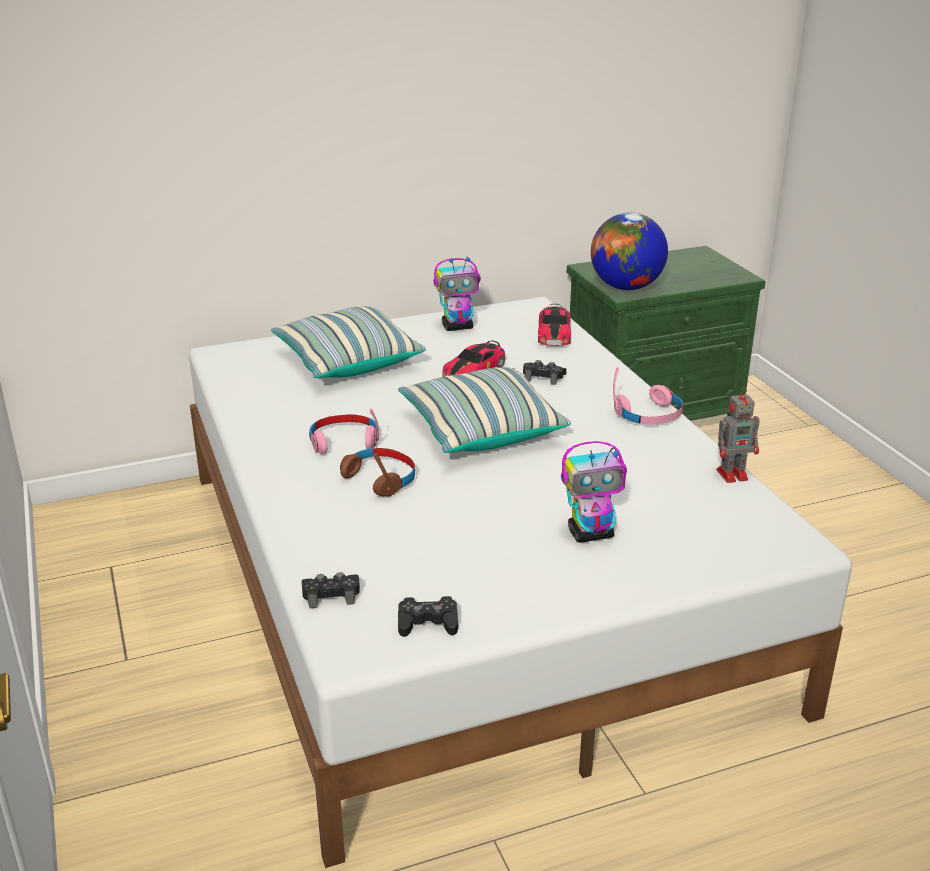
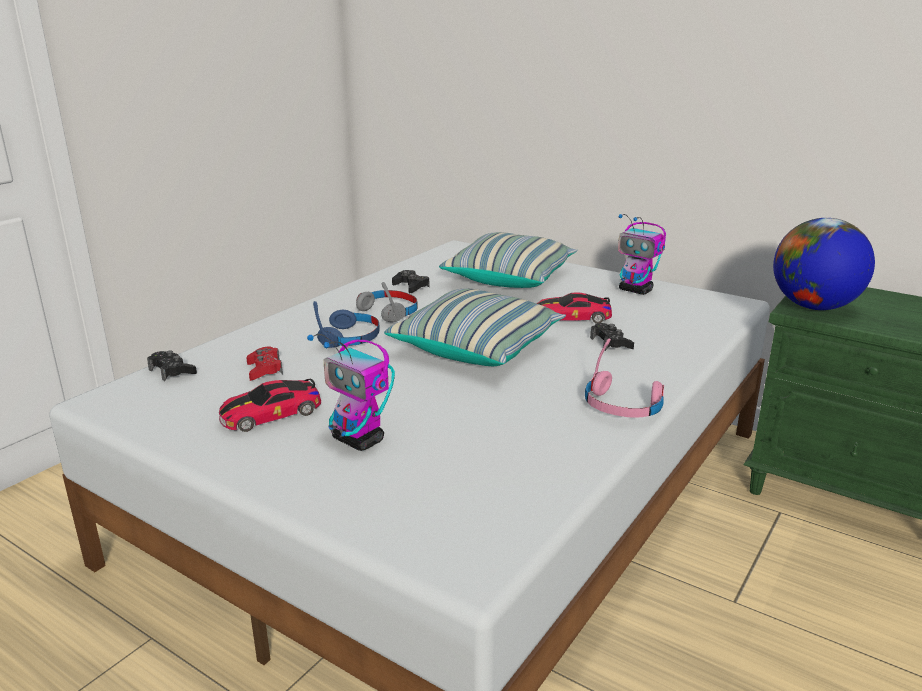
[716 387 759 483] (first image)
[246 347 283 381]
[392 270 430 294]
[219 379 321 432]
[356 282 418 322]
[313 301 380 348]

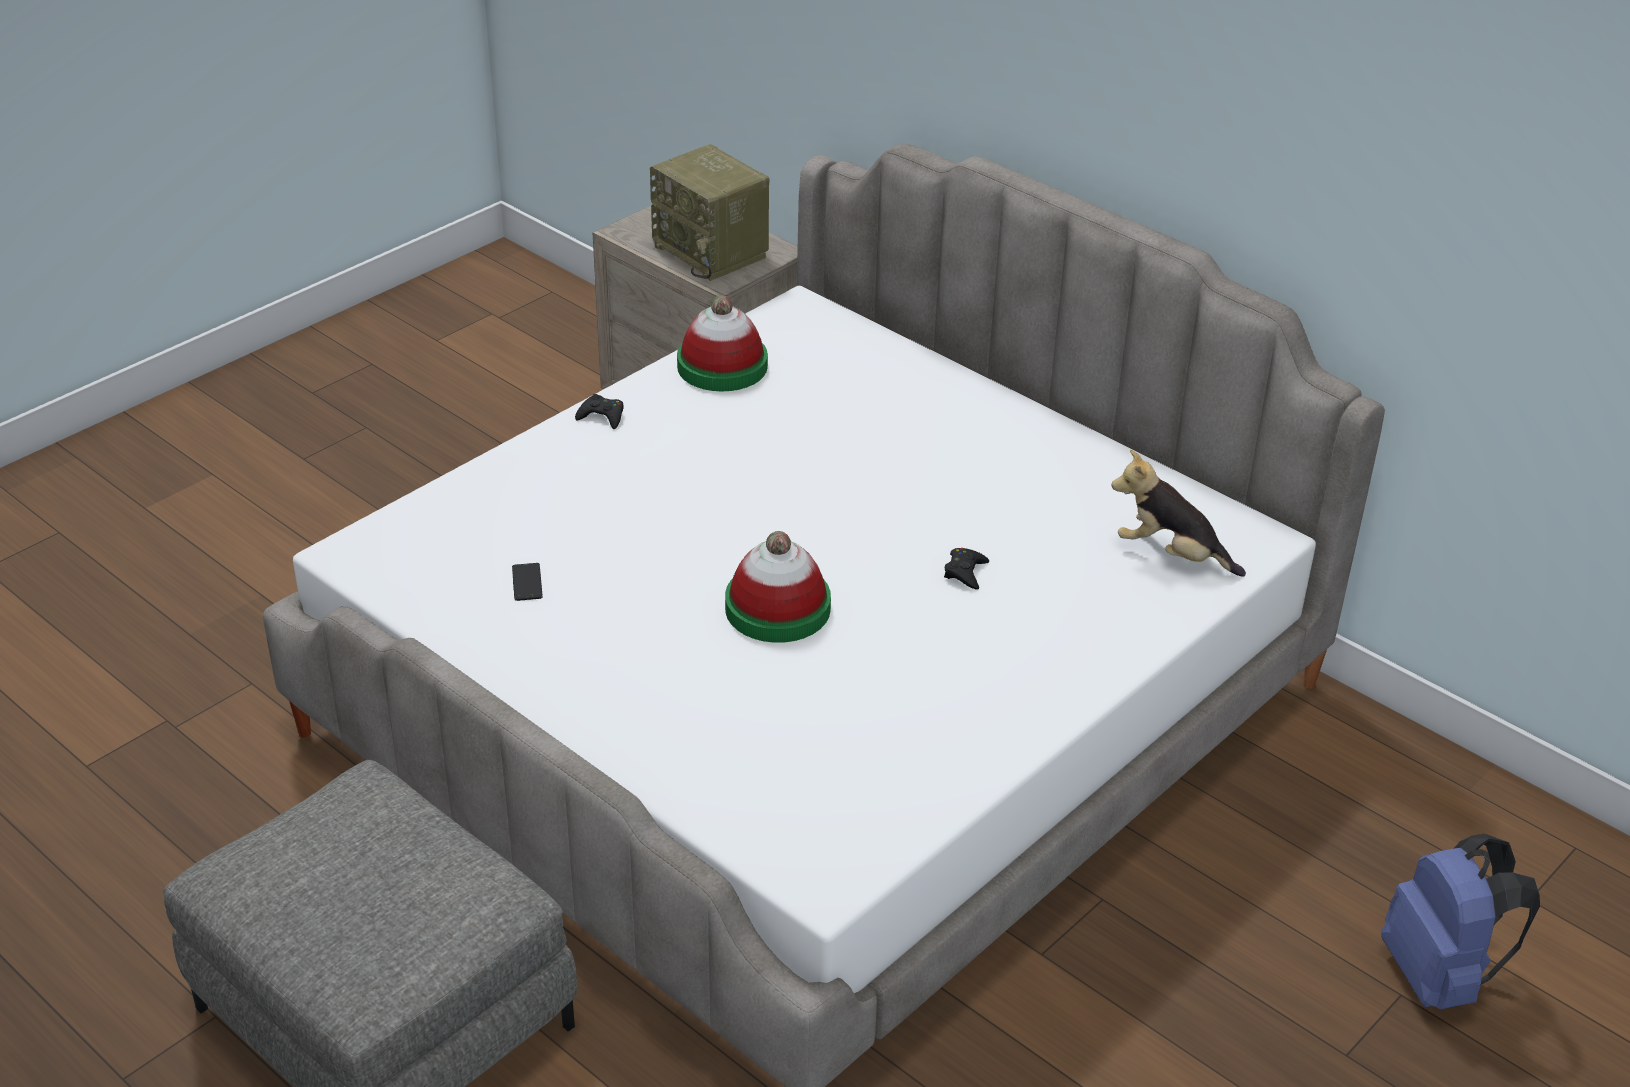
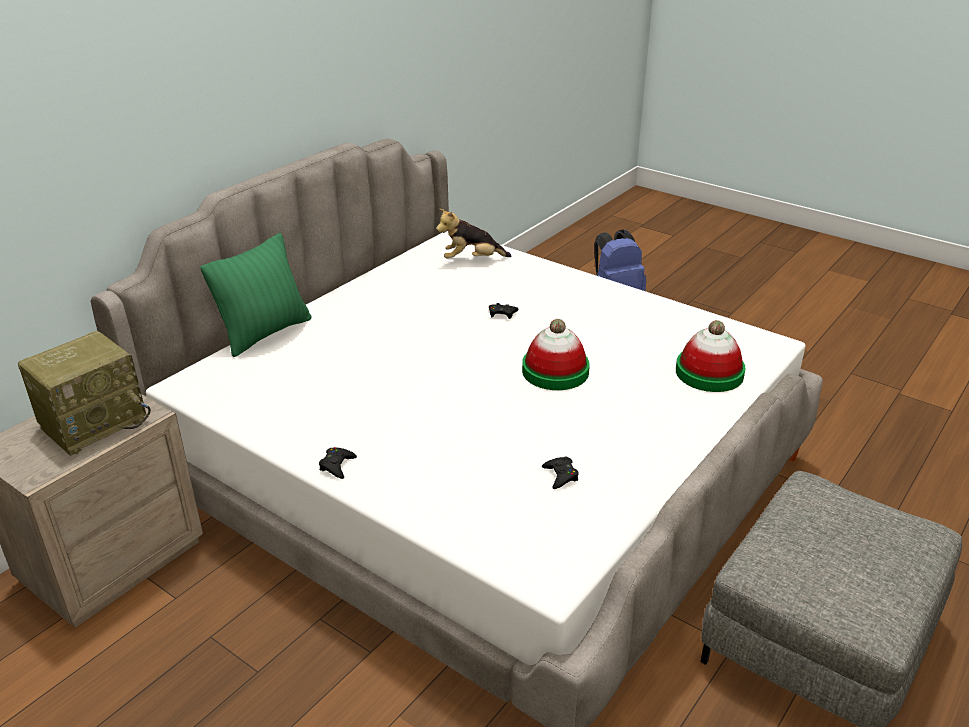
[200 233 311 357]
[676 320 745 392]
[542 457 579 489]
[436 208 512 259]

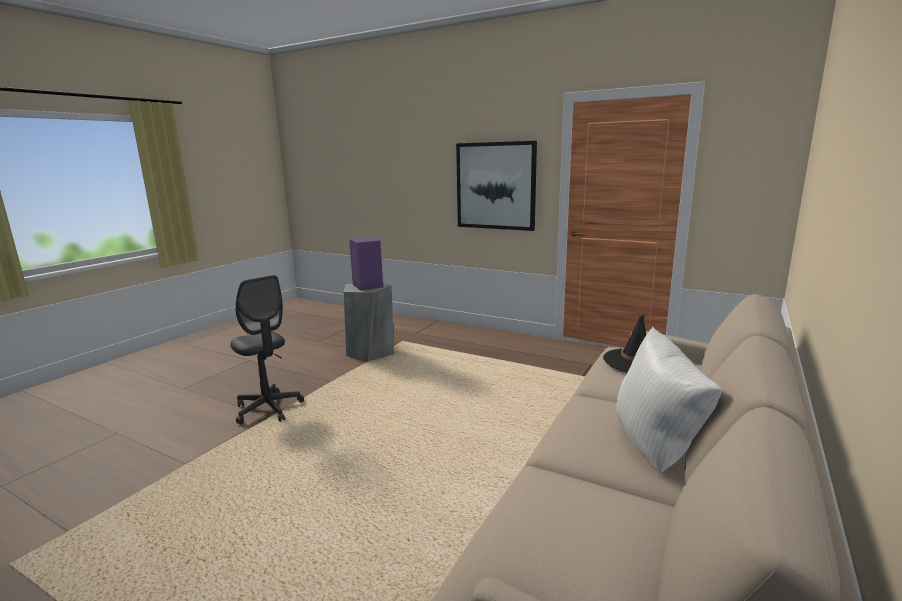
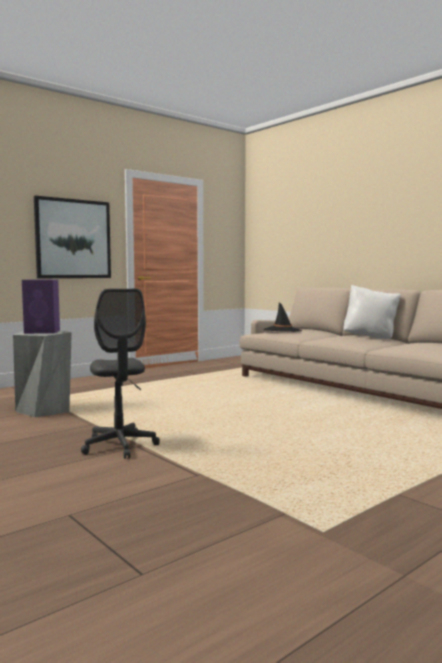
[81 289 160 459]

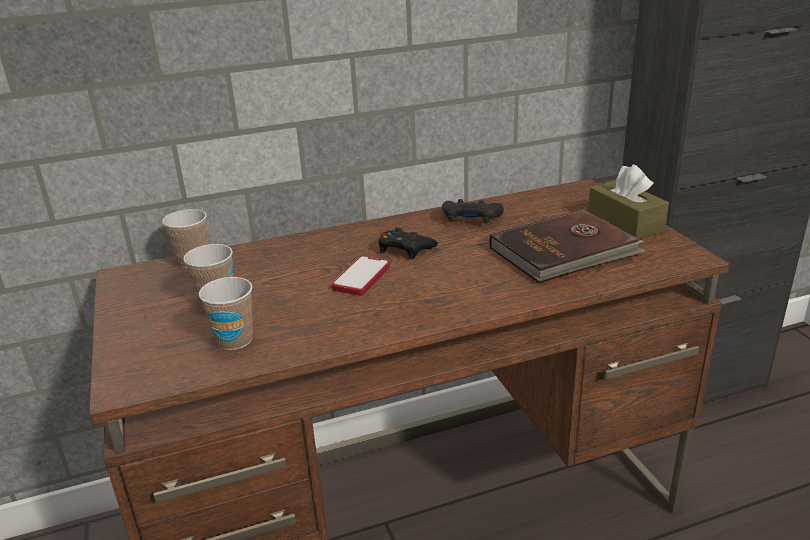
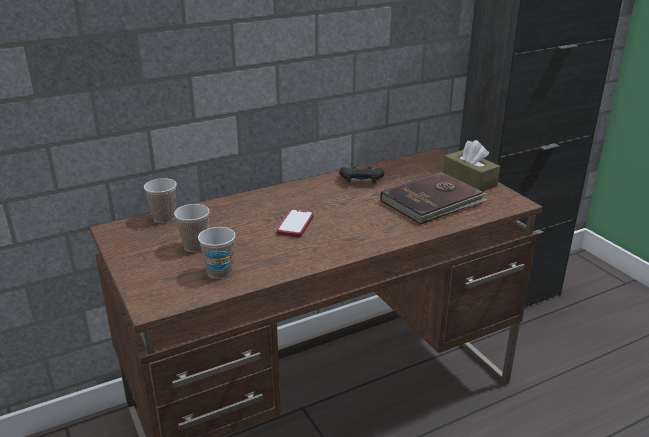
[379 228 438 259] (first image)

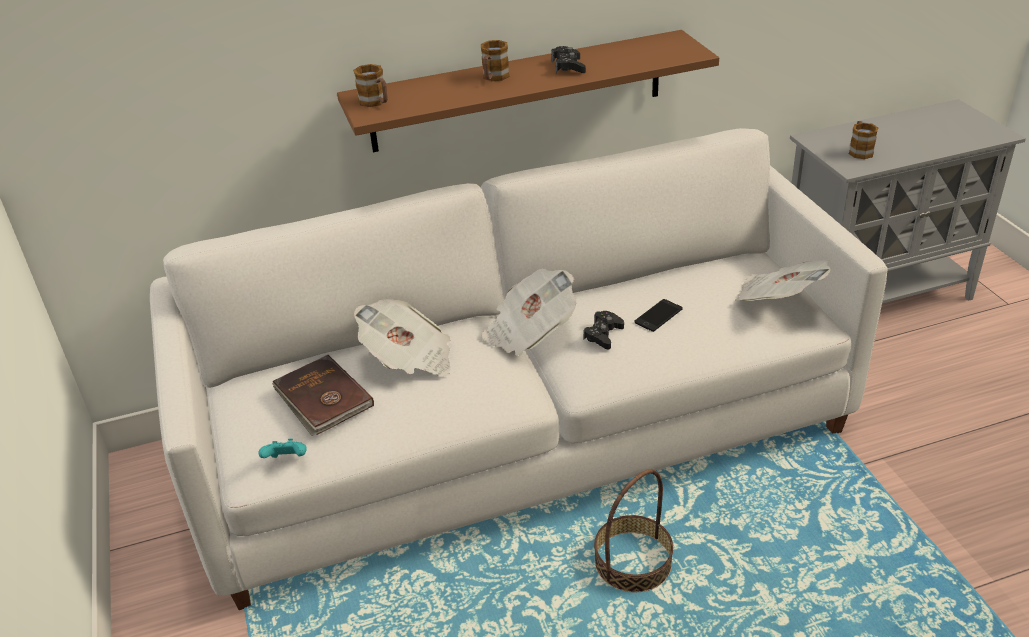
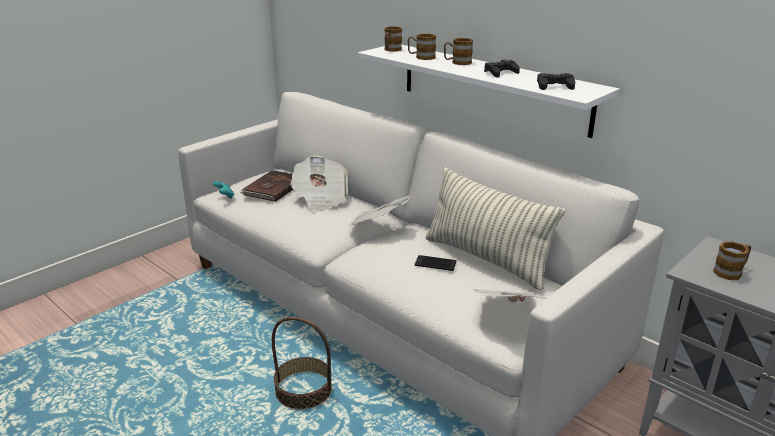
[408 34 436 60]
[425 168 565 290]
[537 73 575 90]
[358 45 620 138]

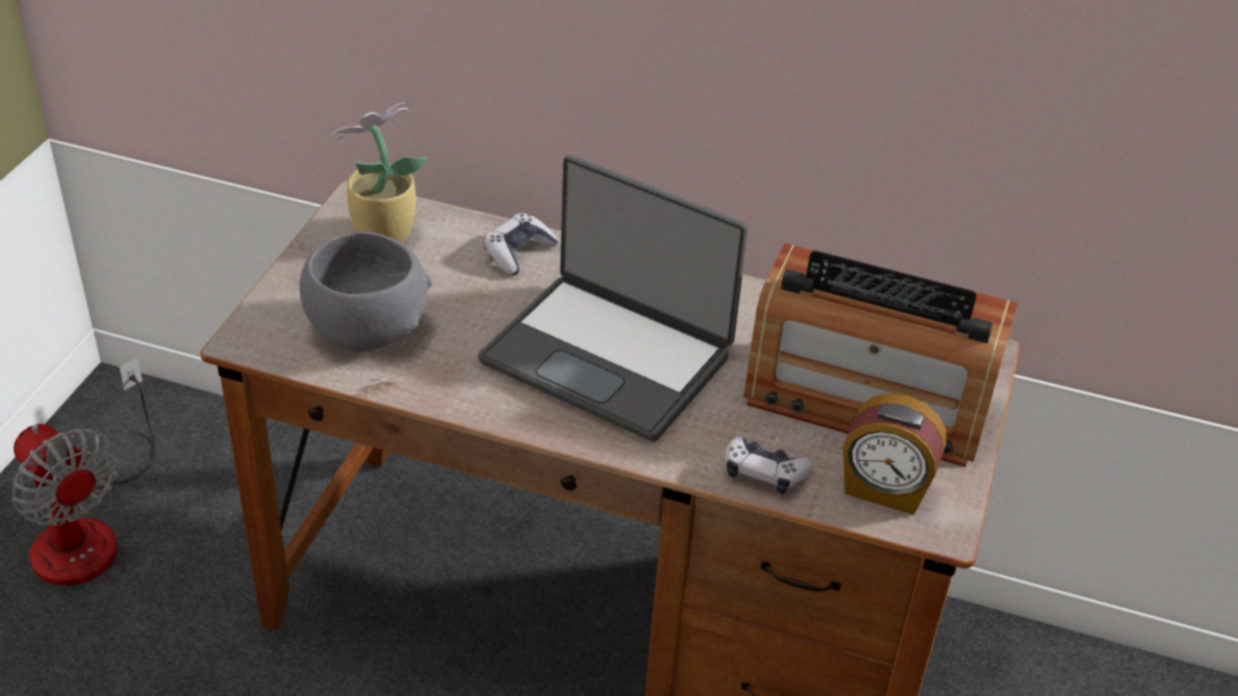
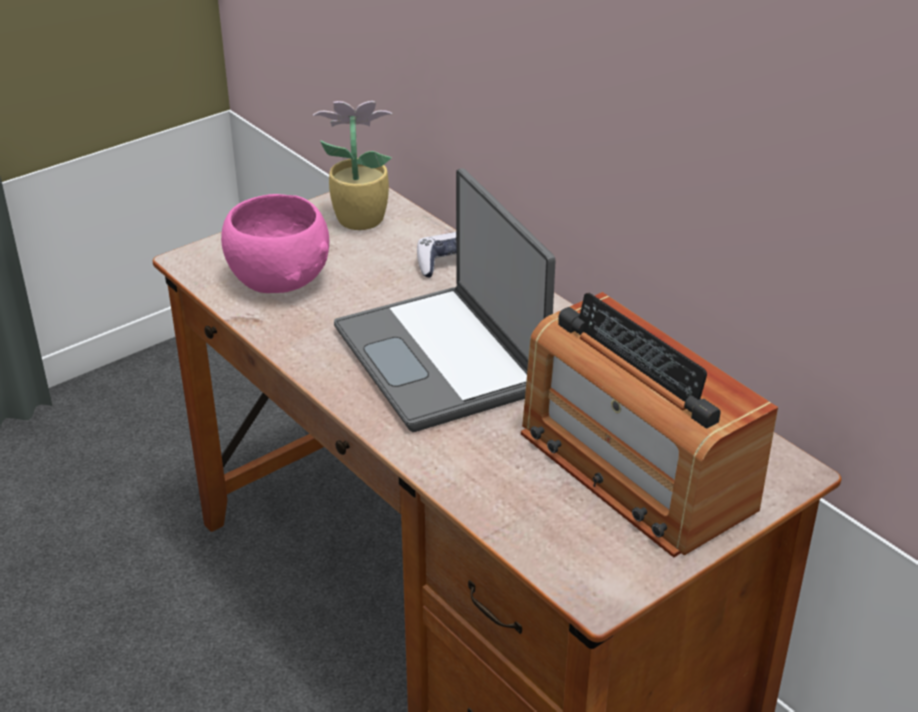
[12 358 157 586] (first image)
[725 436 813 494] (first image)
[843 393 946 515] (first image)
[221 194 329 293]

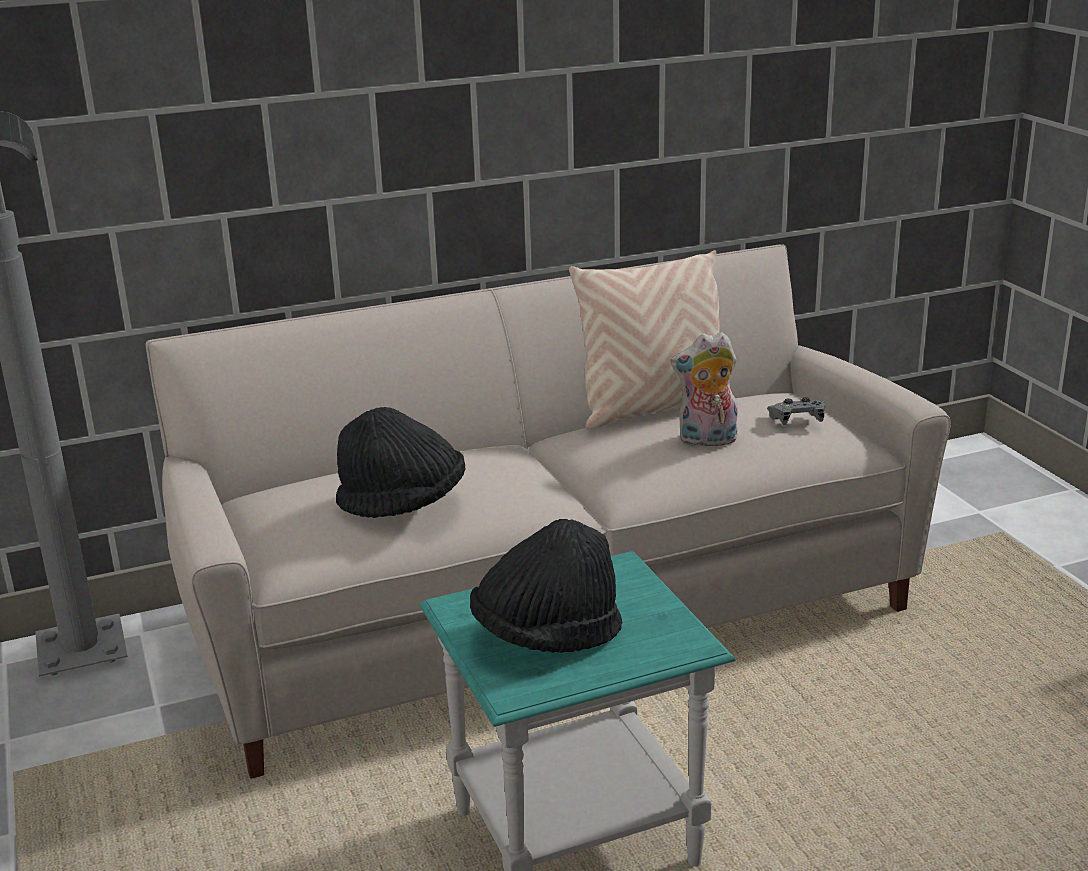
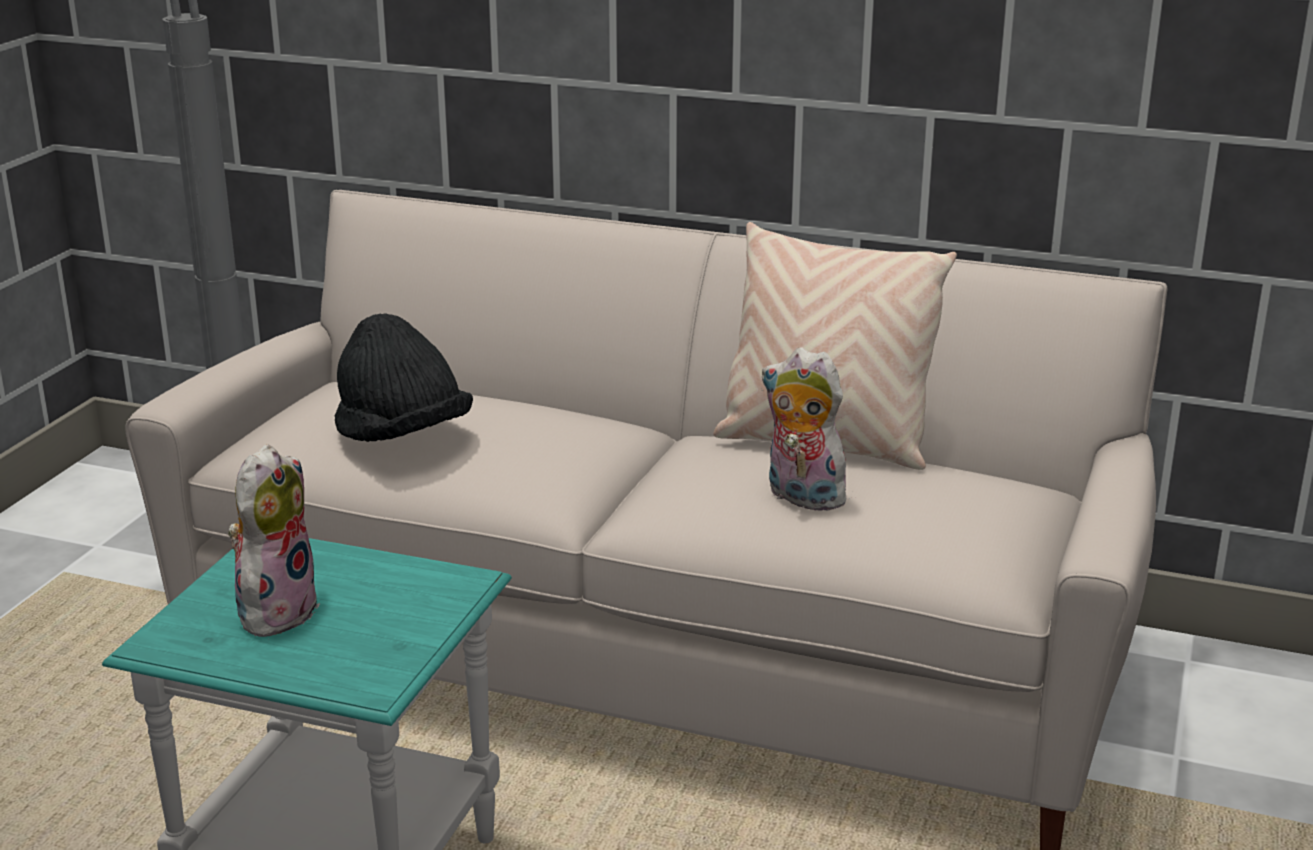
[767 397 826 425] (first image)
[228 444 320 639]

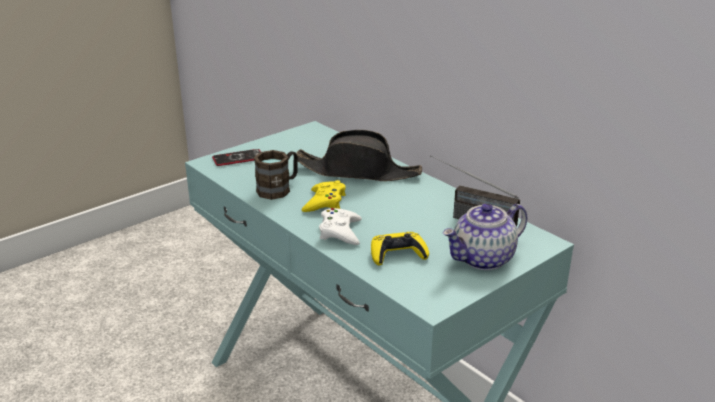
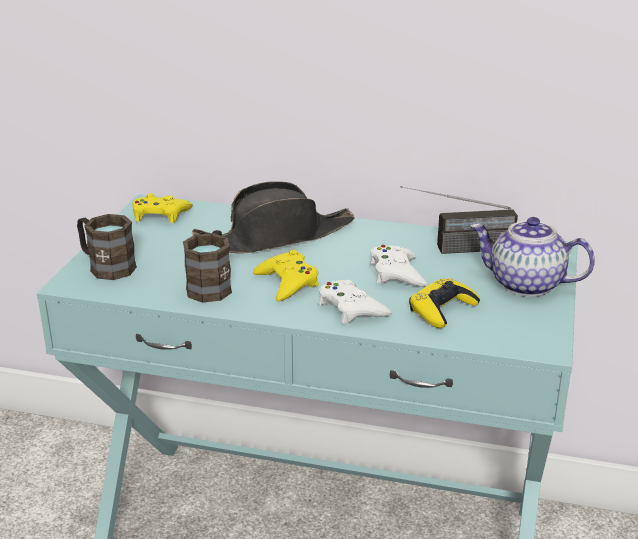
[132 193 193 223]
[370 245 427 287]
[77 214 137 280]
[470 217 595 297]

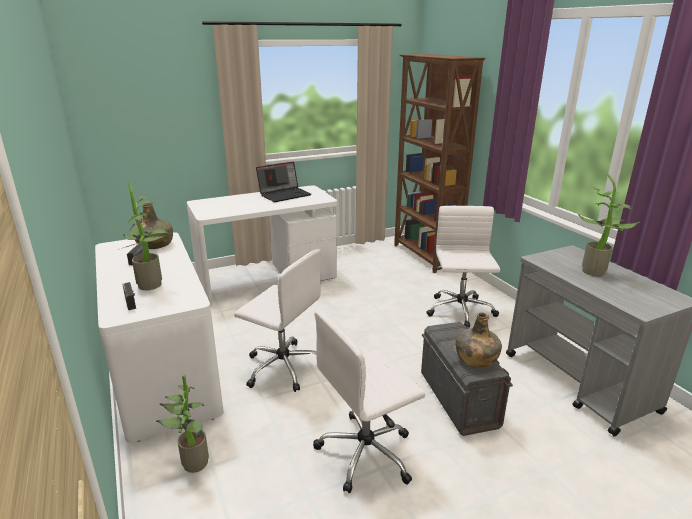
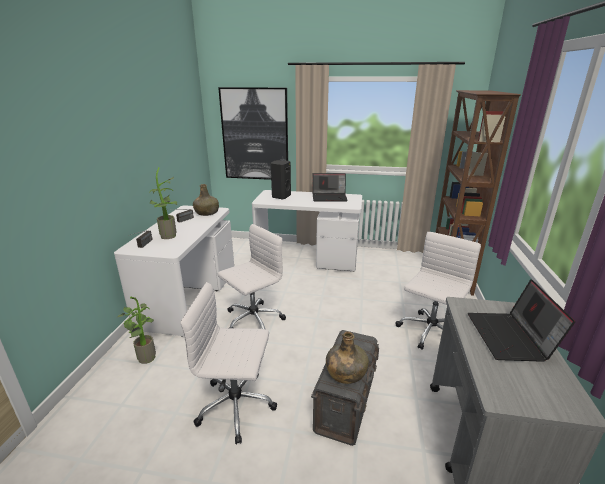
[218 87 288 180]
[271 160 291 200]
[468 279 575 362]
[217 224 286 329]

